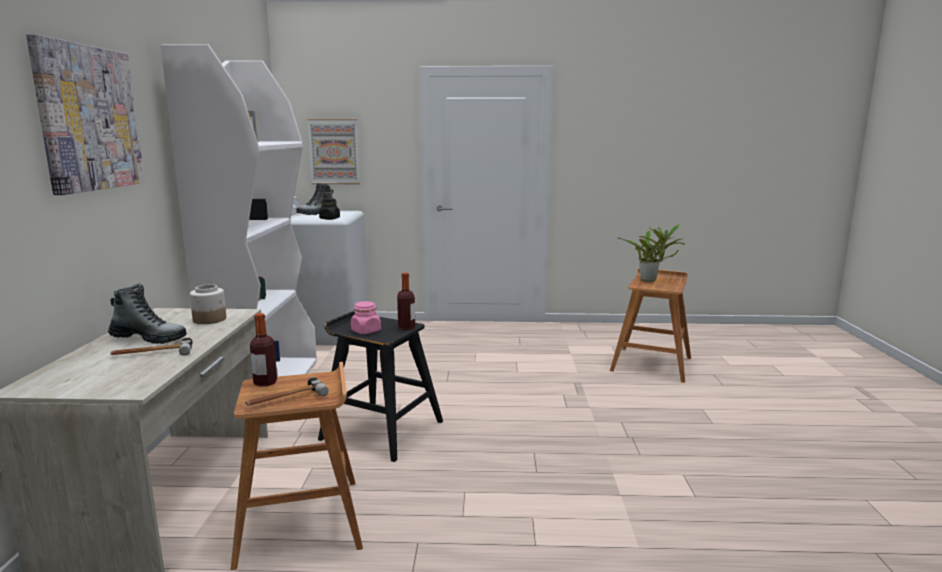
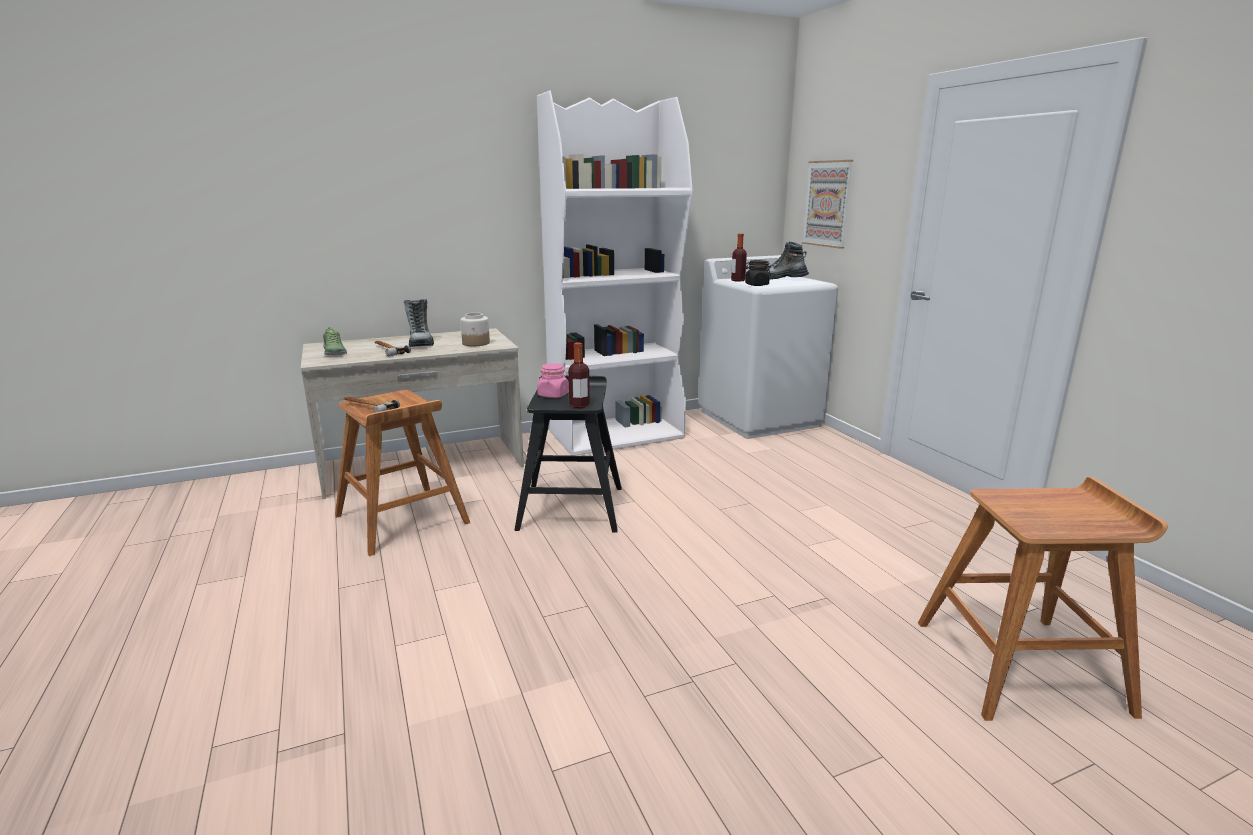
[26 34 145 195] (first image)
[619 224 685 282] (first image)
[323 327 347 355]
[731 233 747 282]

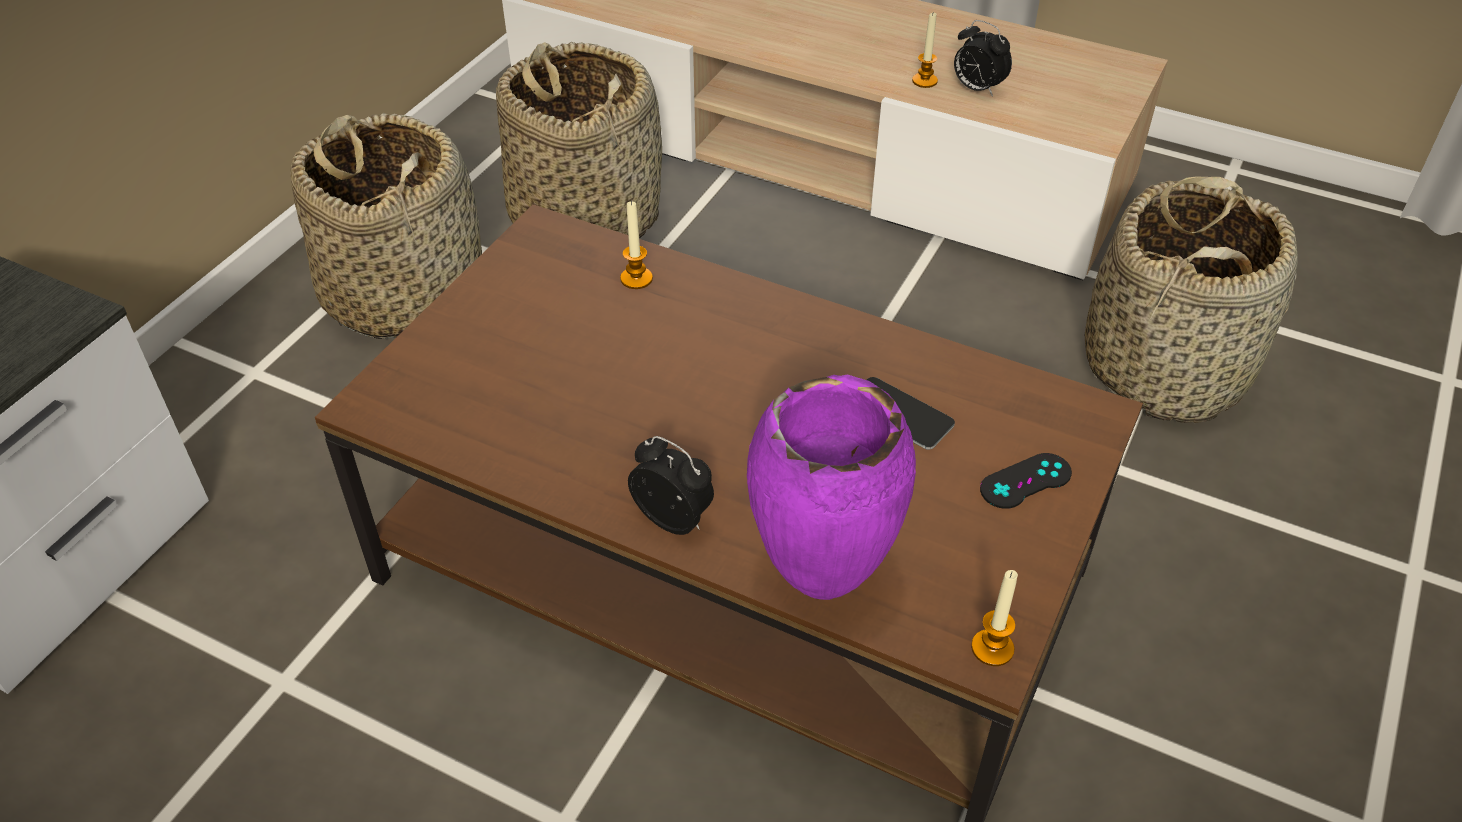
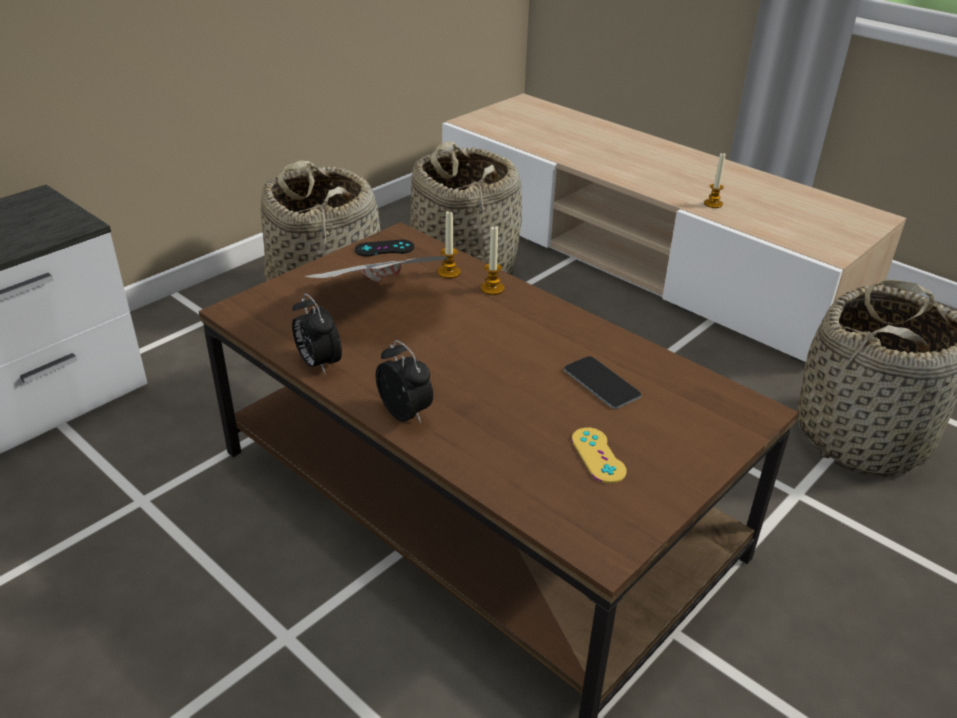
[747 374 916 600] (first image)
[304 256 448 282]
[572 427 627 484]
[292 293 342 375]
[481 225 504 295]
[355 240 414 257]

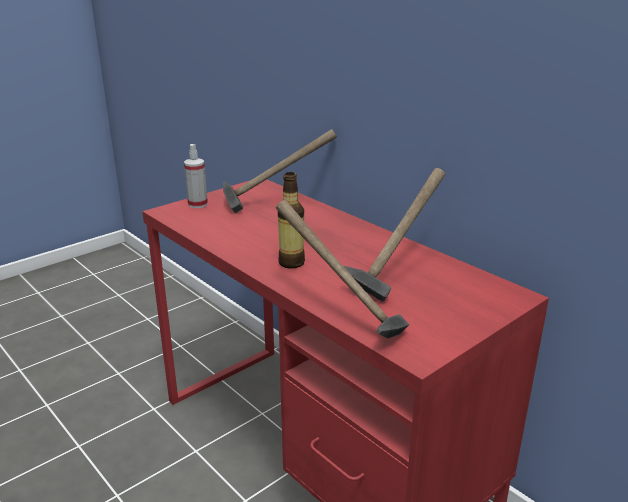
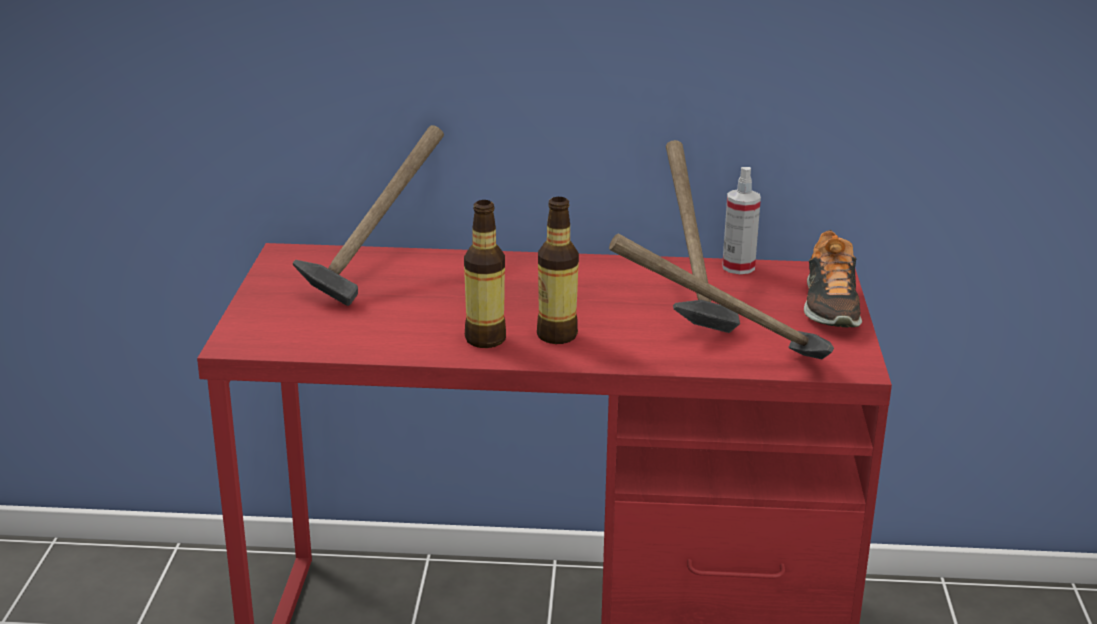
[464 200 506 348]
[804 230 862 327]
[722 167 761 274]

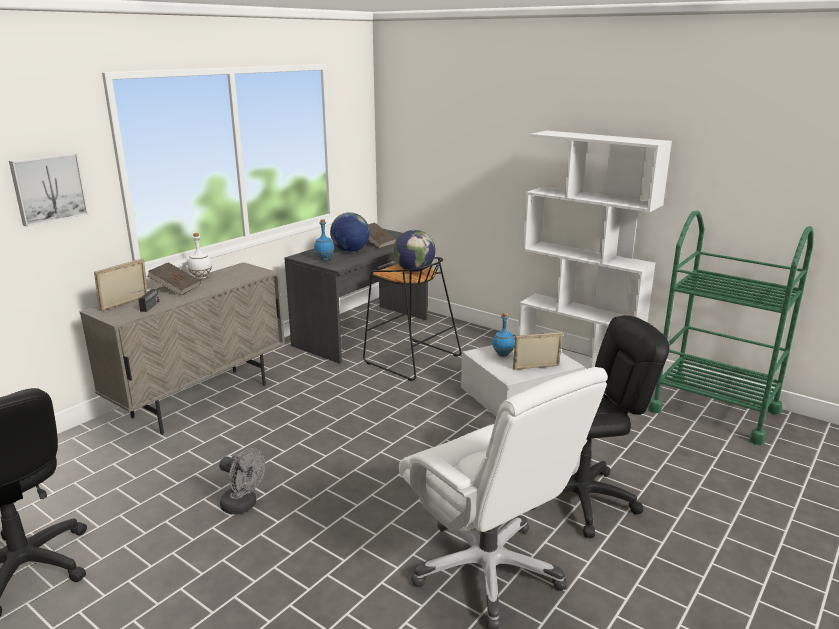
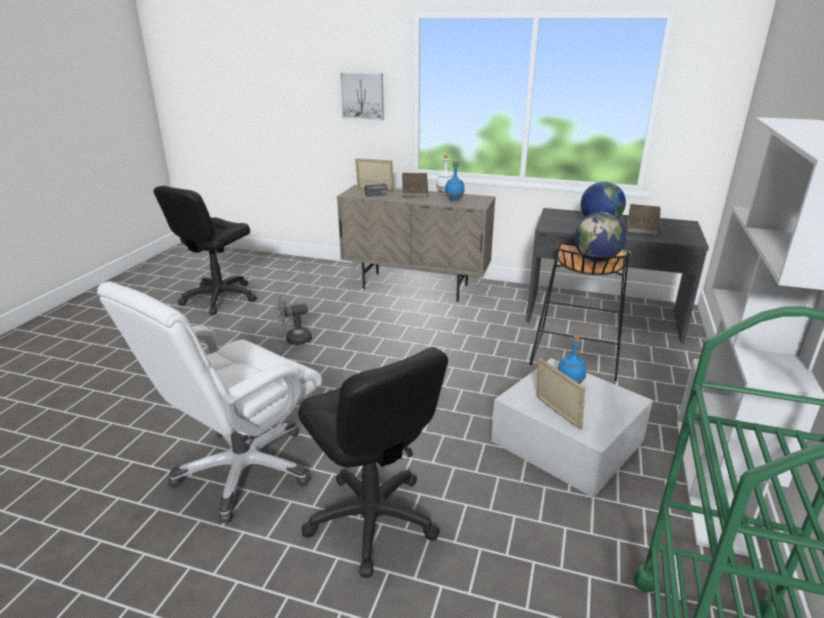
[445 161 465 201]
[275 295 312 345]

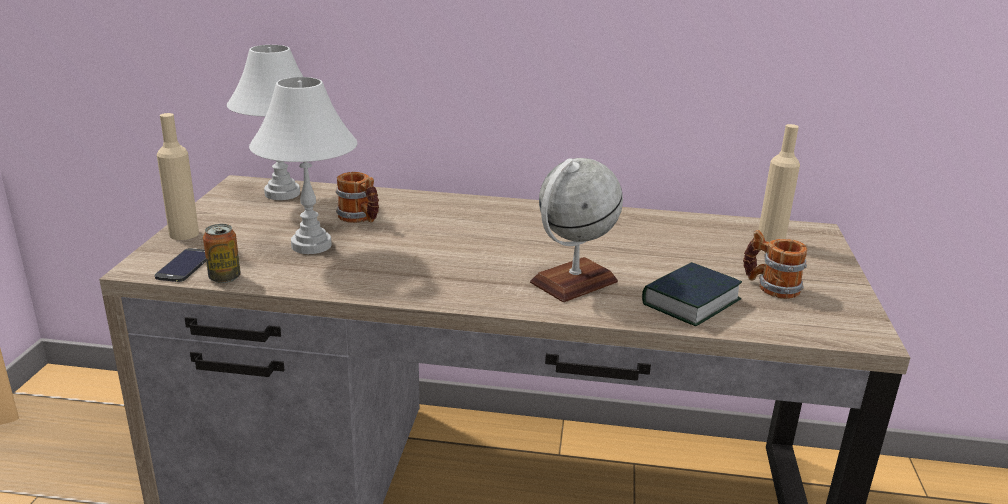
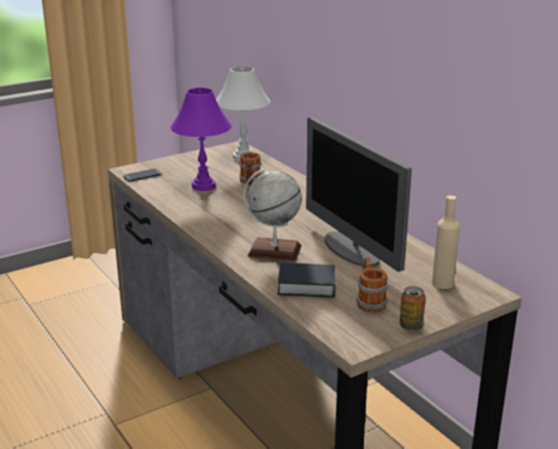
[157 113 199 240] (first image)
[306 117 412 272]
[400 286 426 331]
[170 88 232 191]

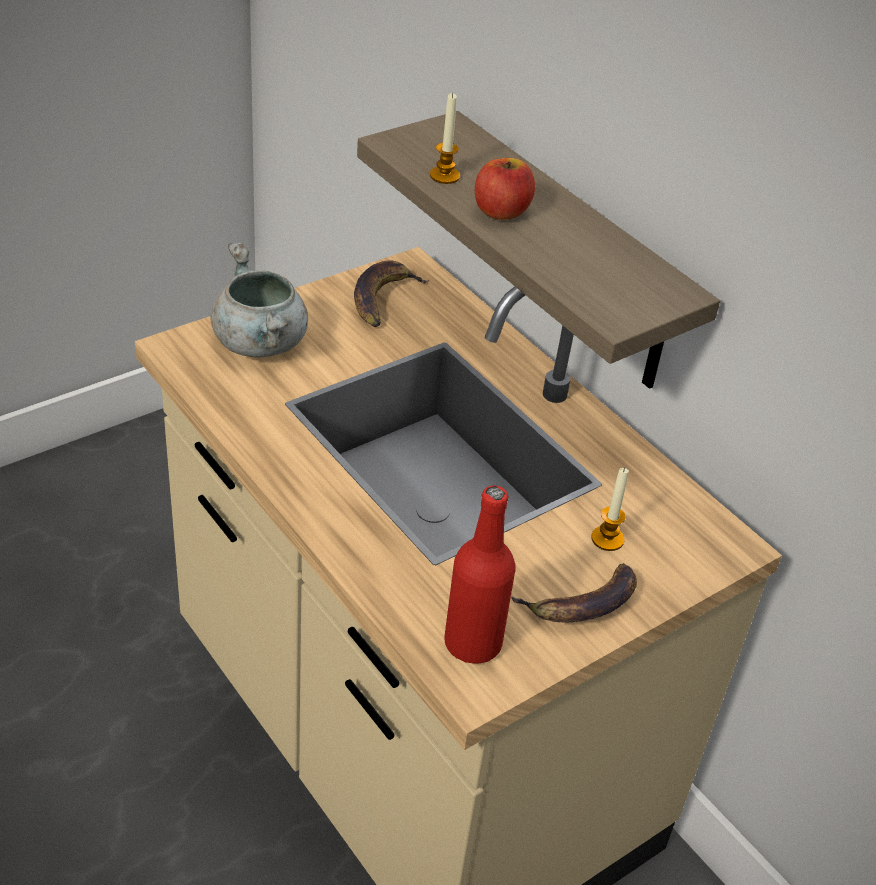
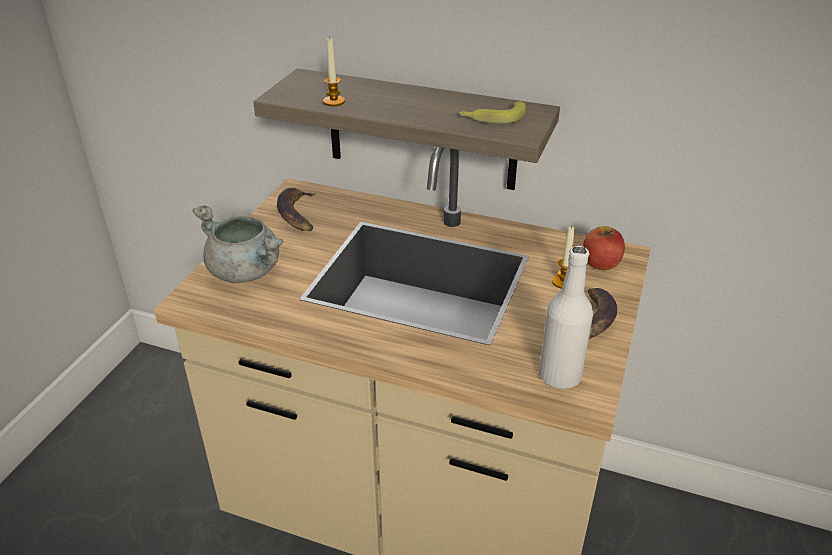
[459 101 526 123]
[583 226 625 270]
[539 246 593 389]

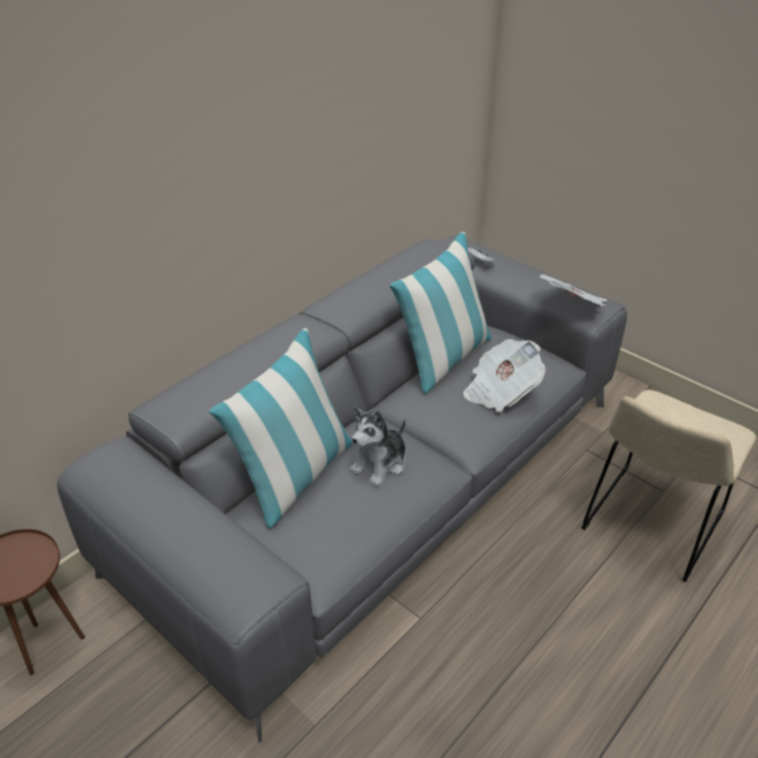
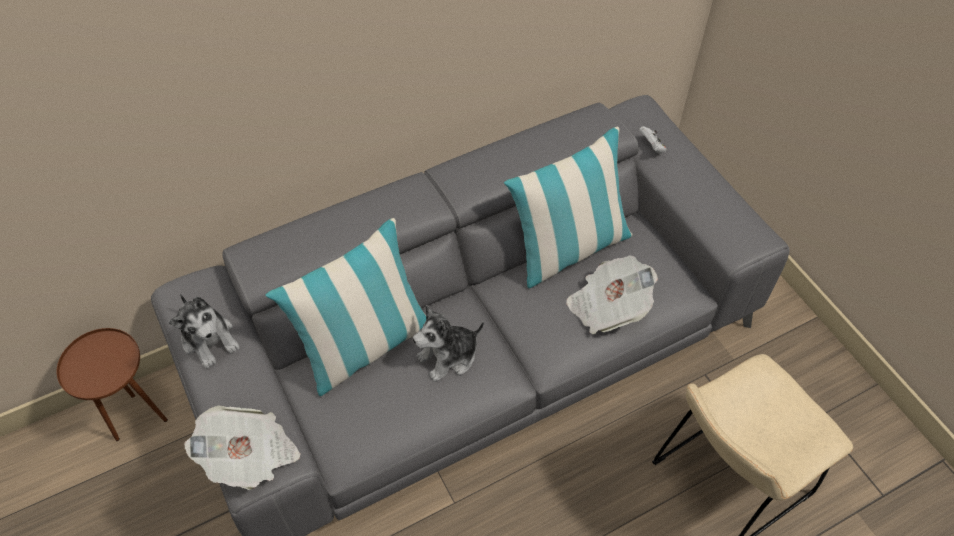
[169 294 240 369]
[184 406 301 490]

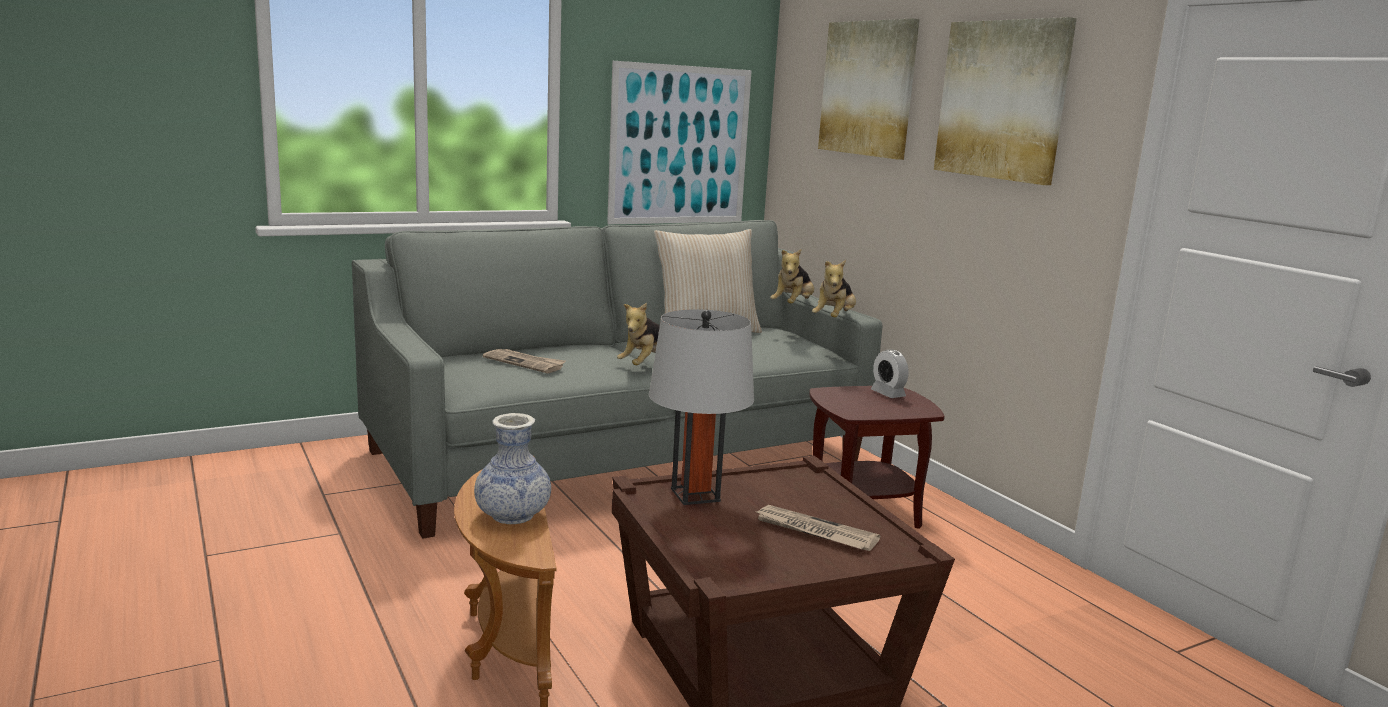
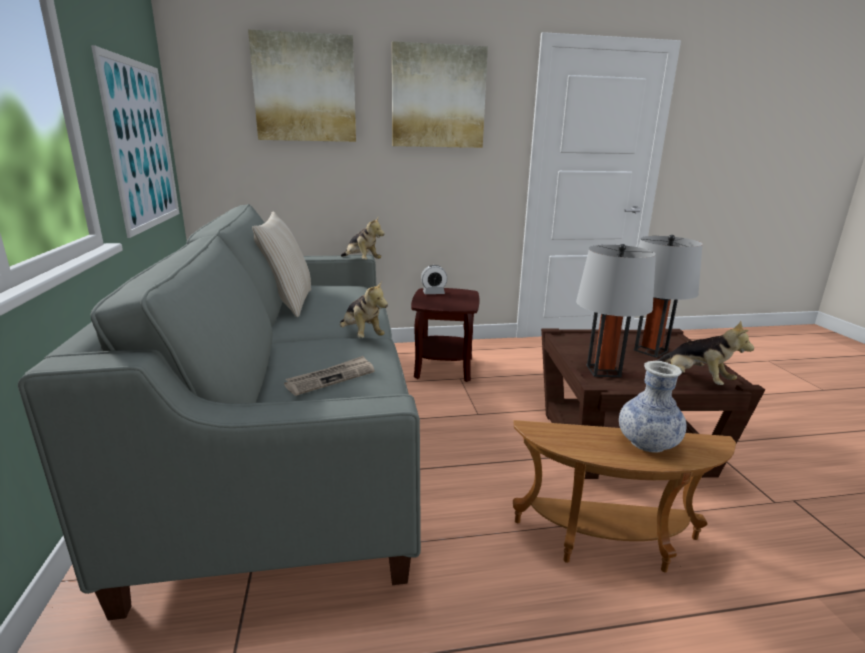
[655 321 754 385]
[634 235 703 358]

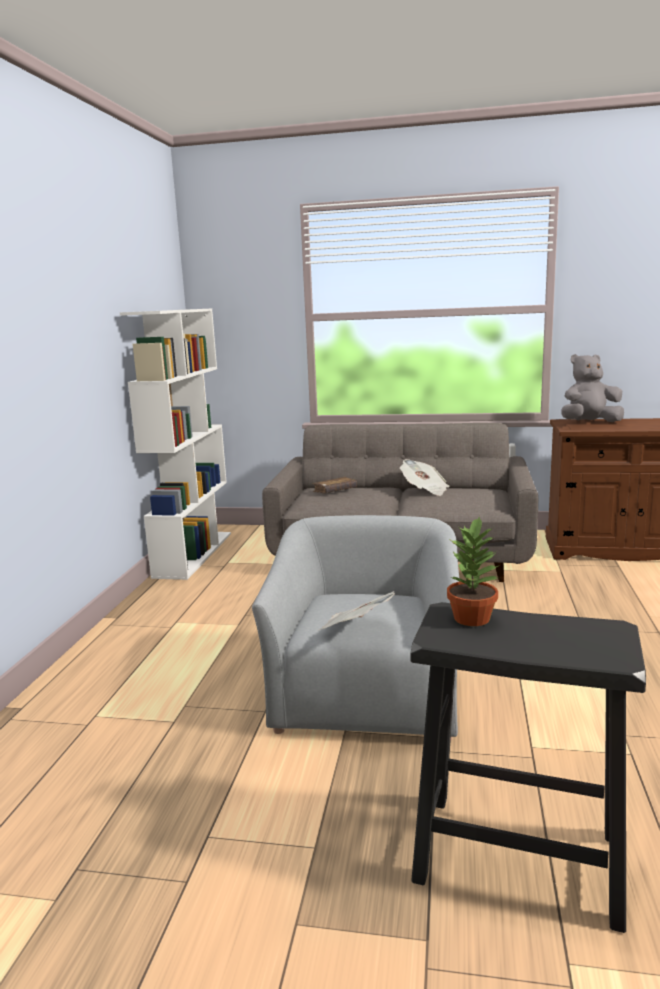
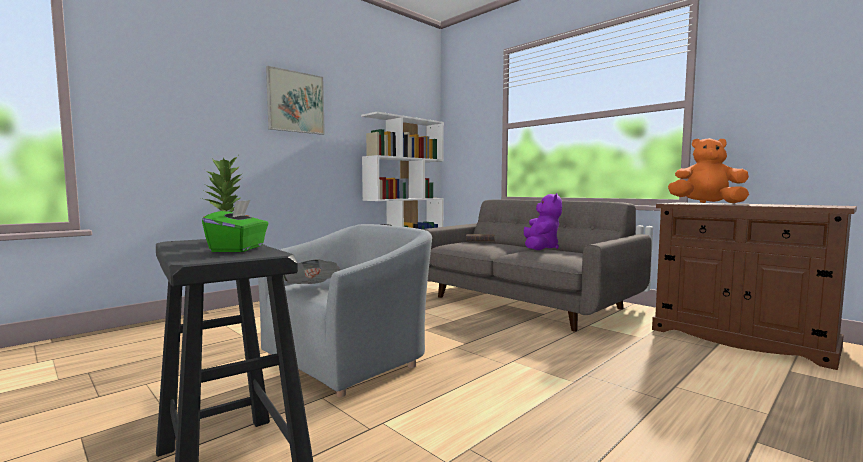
[202 200 269 252]
[266 66 325 135]
[524 193 562 250]
[668 138 749 203]

